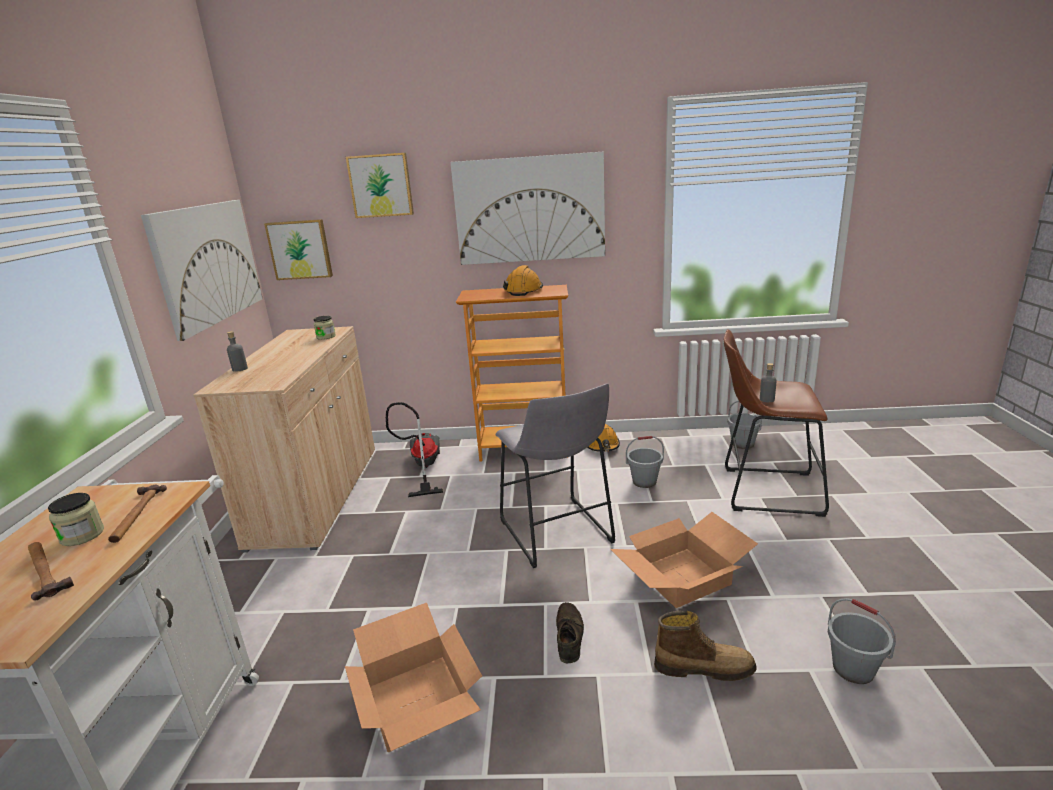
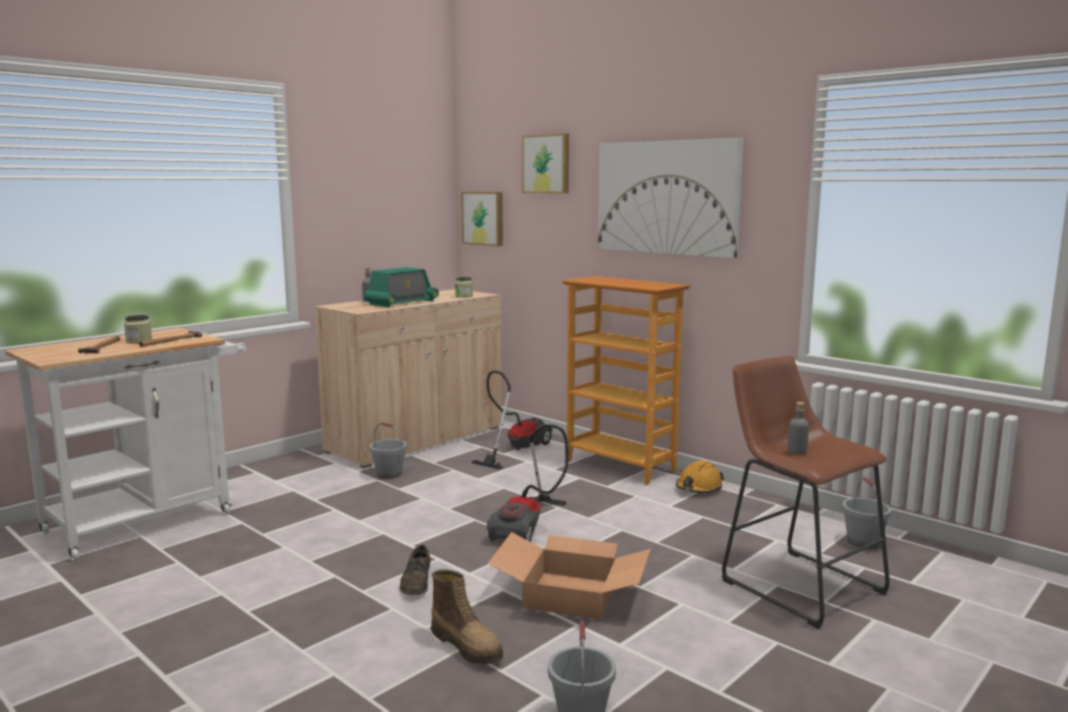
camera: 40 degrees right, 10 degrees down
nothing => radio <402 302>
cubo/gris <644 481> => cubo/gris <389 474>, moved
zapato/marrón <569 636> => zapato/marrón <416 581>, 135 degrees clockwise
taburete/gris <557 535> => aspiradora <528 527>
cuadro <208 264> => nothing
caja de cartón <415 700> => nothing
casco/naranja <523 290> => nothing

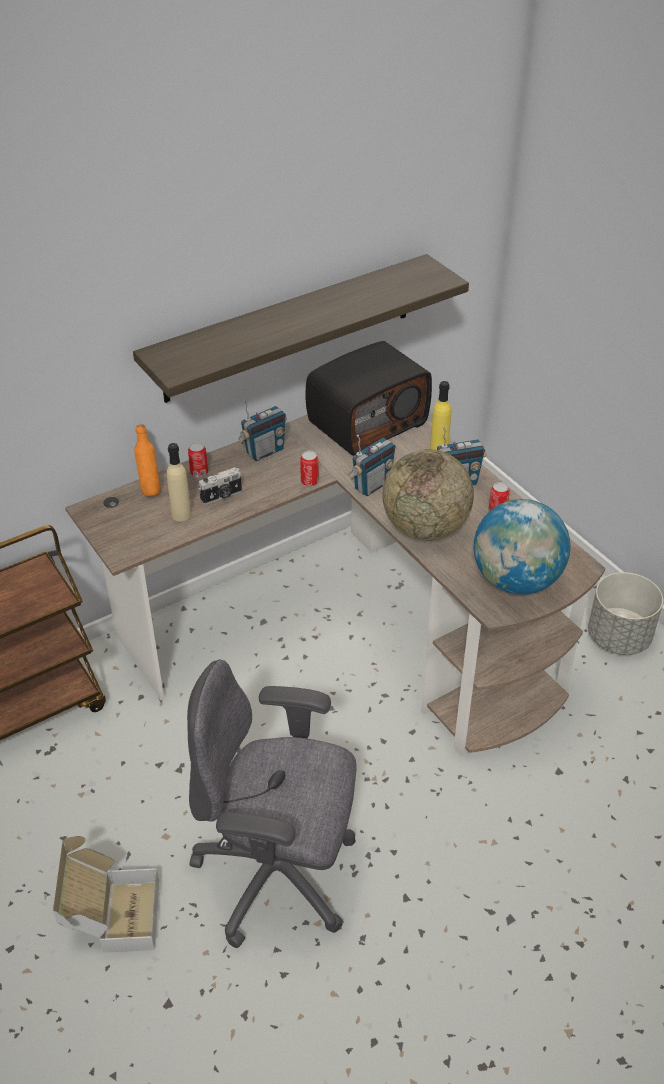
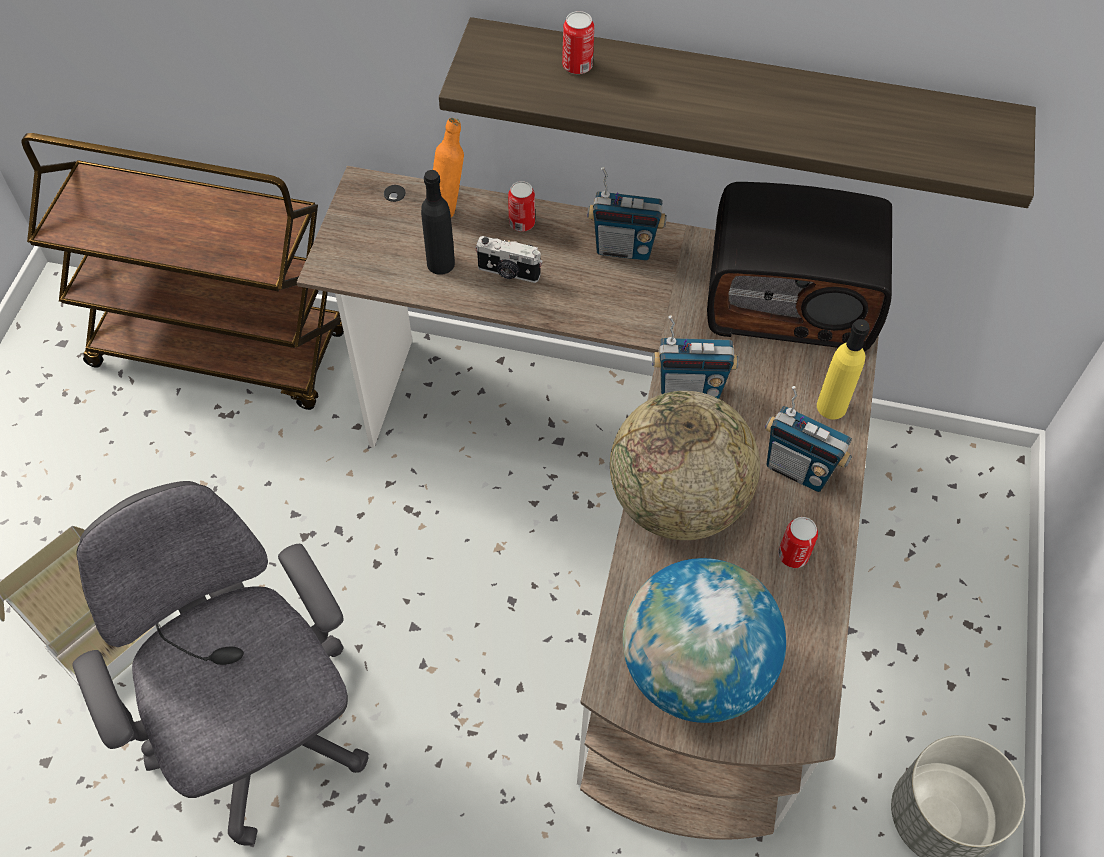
camera: 45 degrees right, 15 degrees up
botella/beis <181 515> => botella/negro <441 263>
lata <309 481> => lata <577 66>, moved

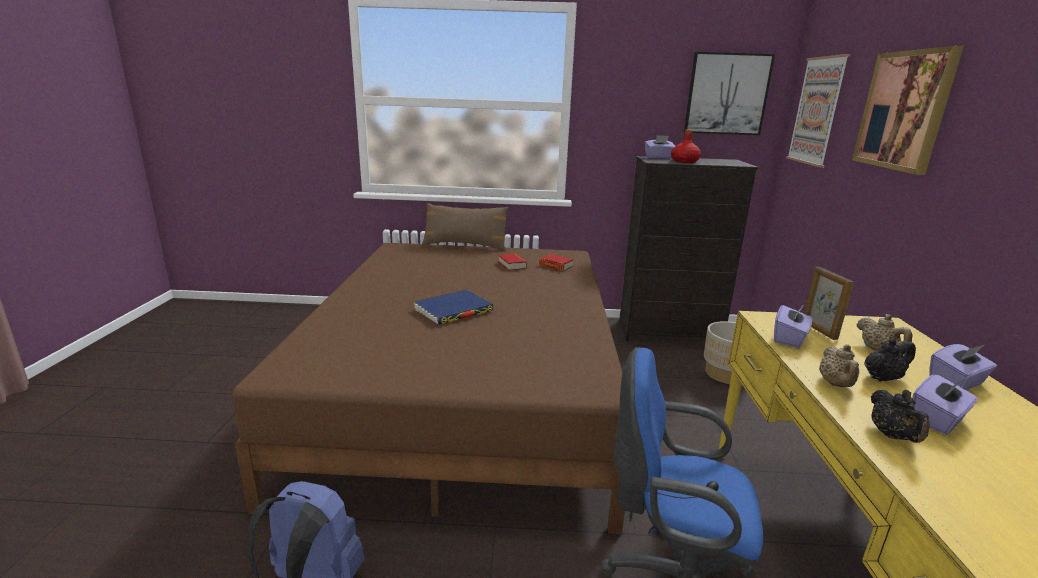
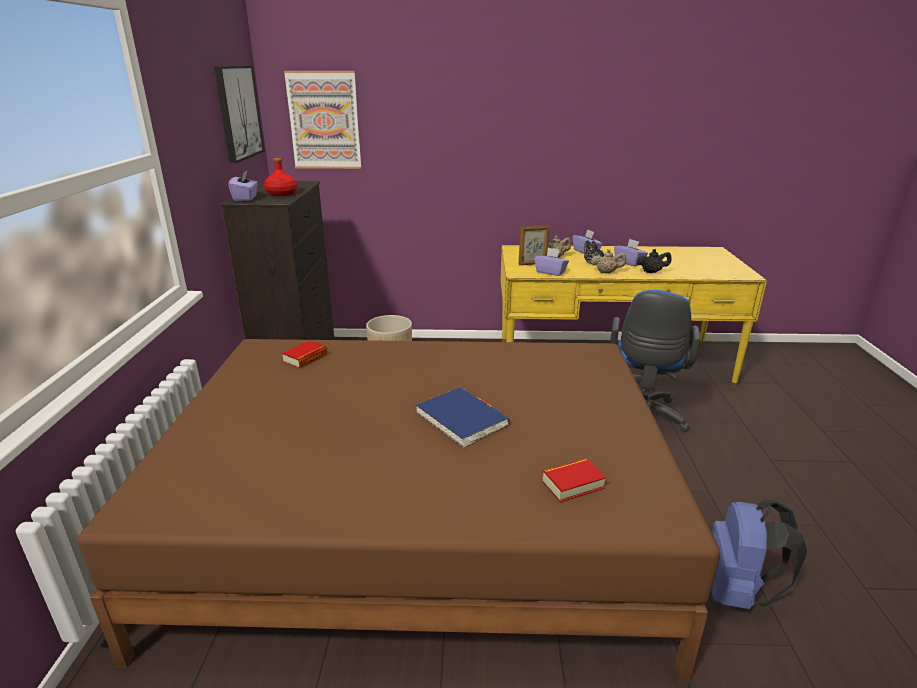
camera: 90 degrees left, 5 degrees up
libro <512 265> => libro <572 484>, moved
cojín/marrón <465 245> => nothing
cuadro <904 110> => nothing

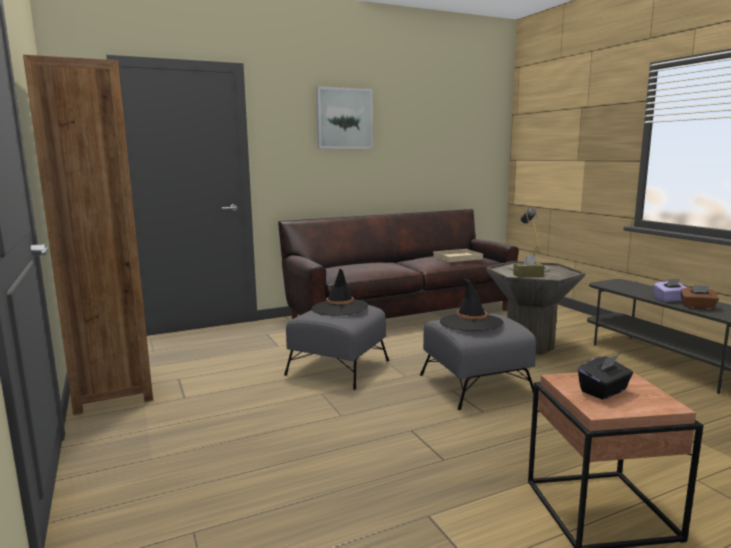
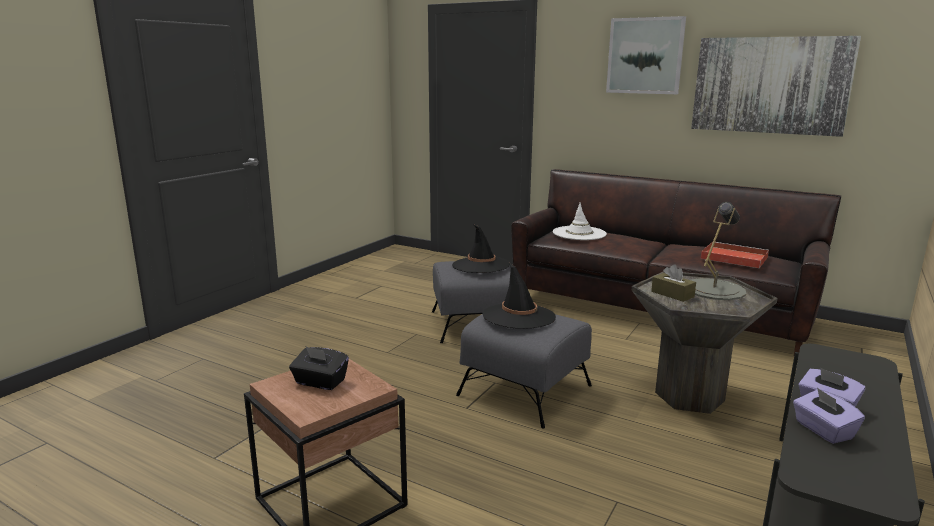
camera: 55 degrees right, 5 degrees up
nothing => sombrero/blanco <579 233>
nothing => cuadro <770 85>
bandeja/beis <457 258> => bandeja/rojo <732 257>
caja de pañuelos/marrón <697 307> => caja de pañuelos/morado <823 430>
estantería/marrón <113 390> => nothing

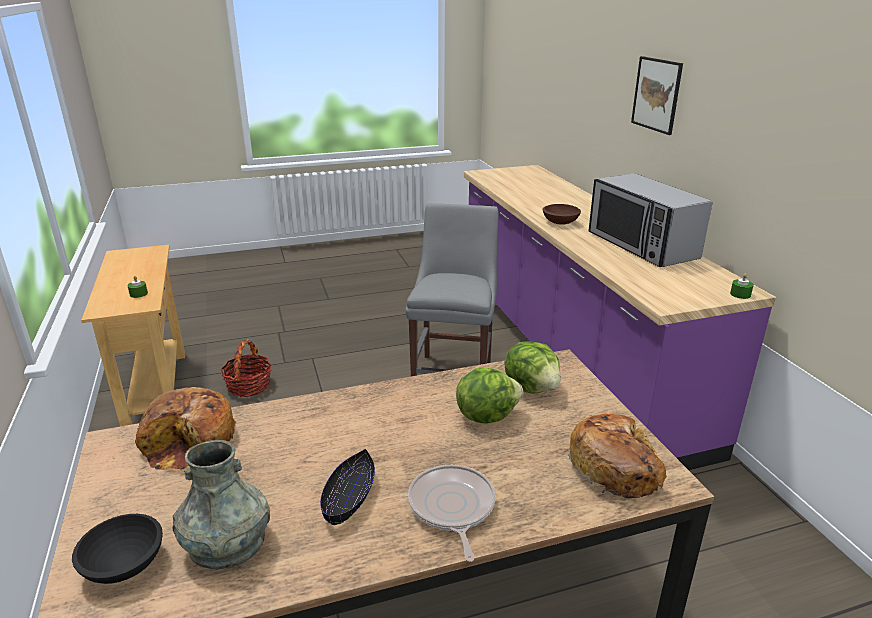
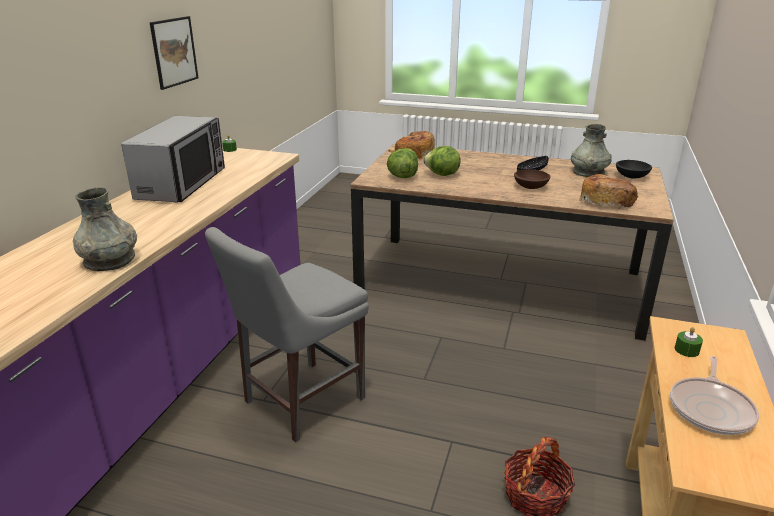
camera: 145 degrees left, 0 degrees up
nothing => florero/gris <110 260>
cuadro <656 94> => cuadro <174 52>, moved
cuenco/marrón <560 222> => cuenco/marrón <530 187>, moved
sartén <452 508> => sartén <711 408>, moved

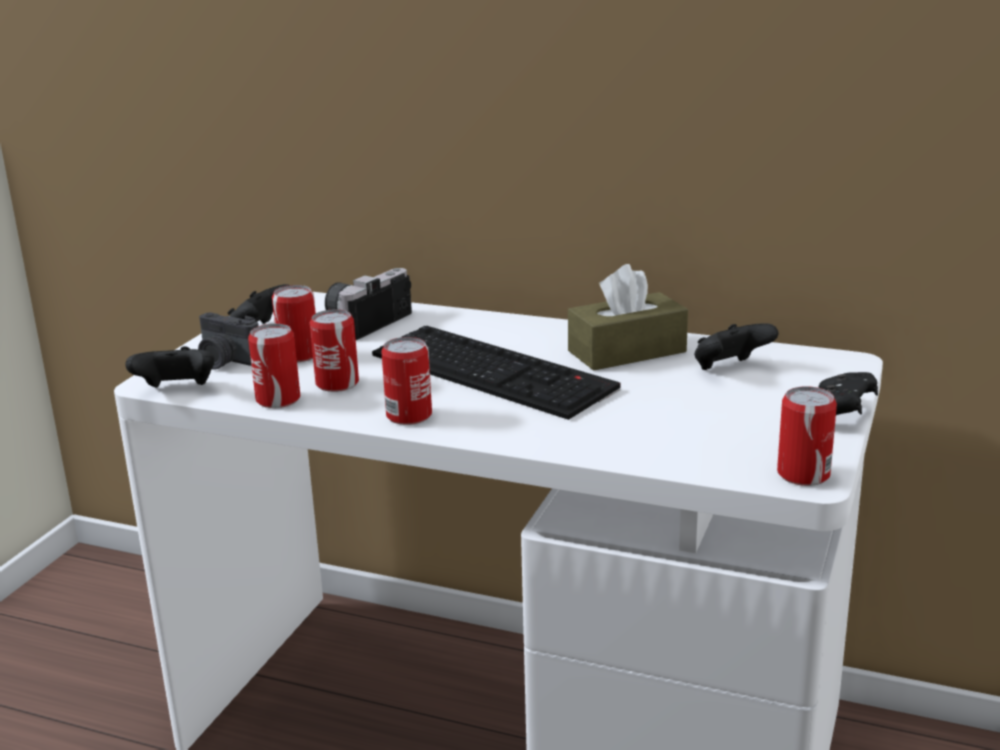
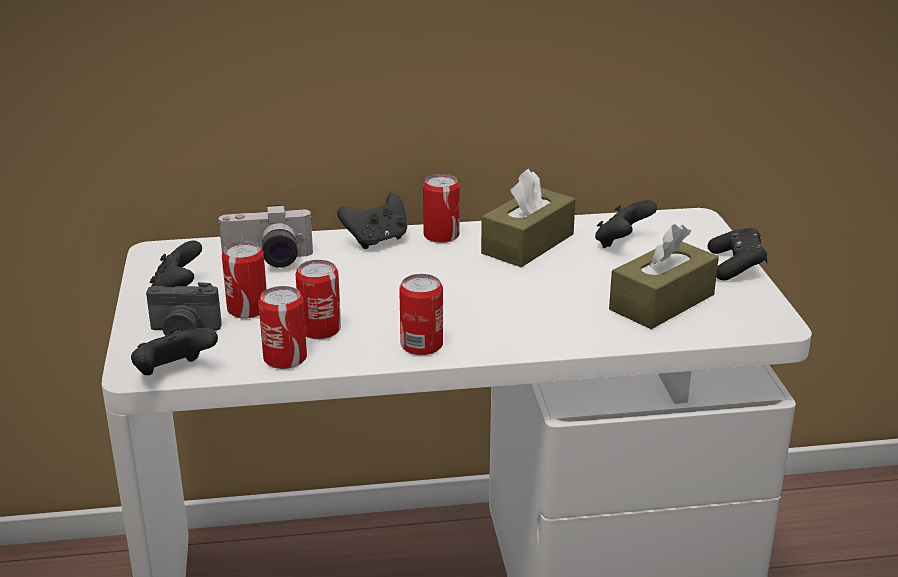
camera: 30 degrees left, 5 degrees up
cámara <366 321> => cámara <268 261>, 105 degrees counterclockwise
nothing => mando de consola/negro <377 240>
lata <803 474> => lata <441 235>, moved
nothing => caja de pañuelos/marrón <662 302>
teclado <496 371> => nothing

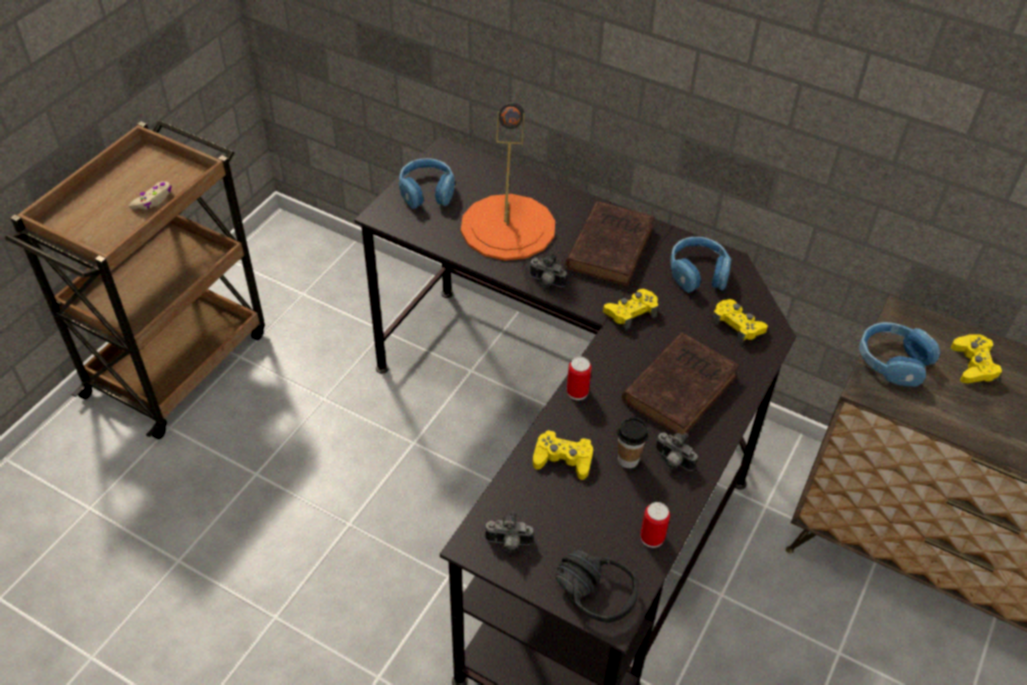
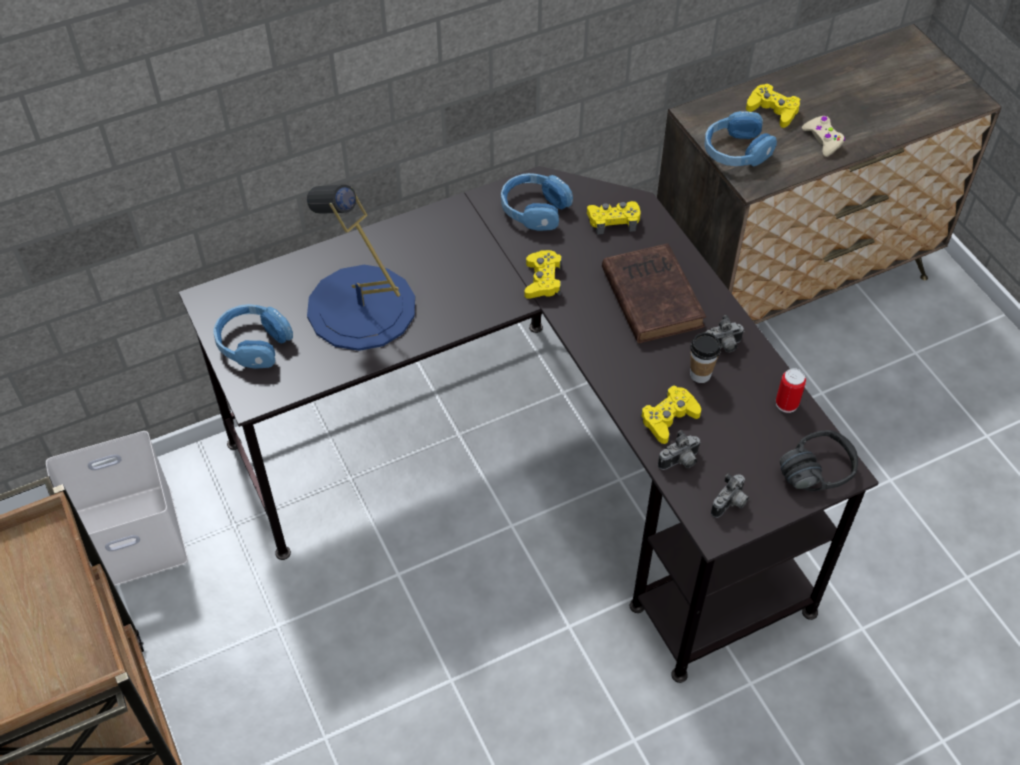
camera: 55 degrees left, 5 degrees up
nothing => caja de almacenaje/blanco <127 539>
lámpara de mesa/naranja <507 227> => lámpara de mesa/azul <361 308>
cámara <546 282> => cámara <680 462>, moved
mando de consola/beis <153 200> => mando de consola/beis <823 139>, moved
libro/marrón <611 246> => nothing
lata <577 392> => nothing

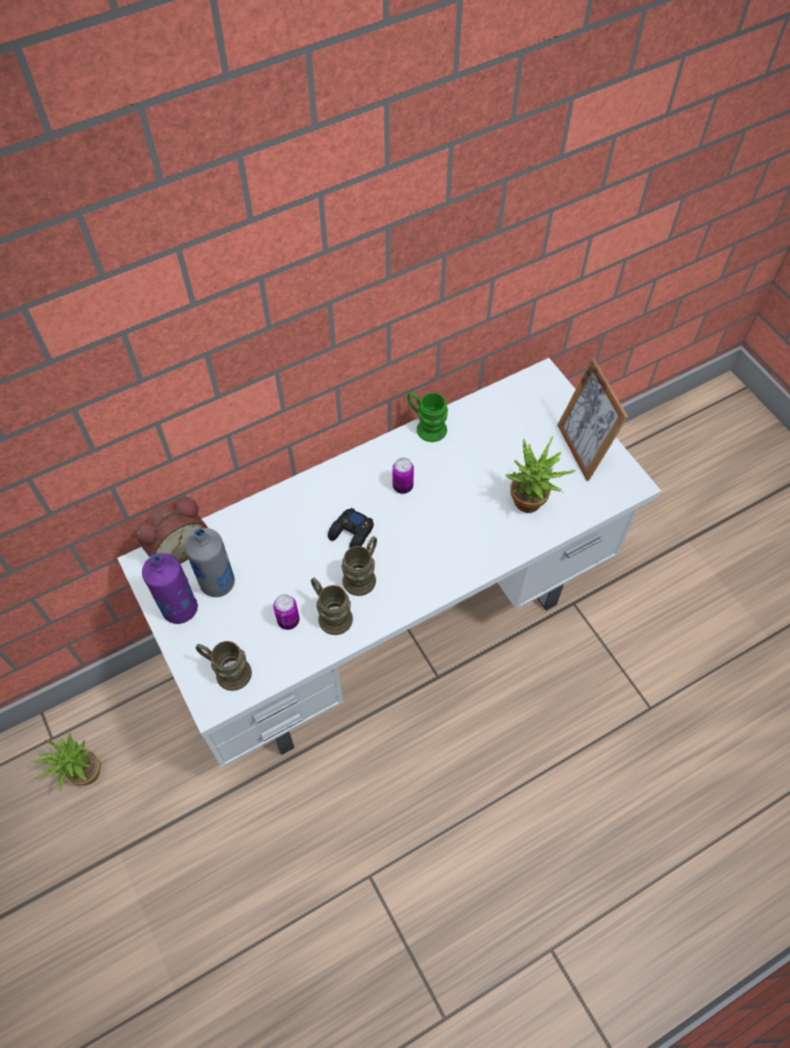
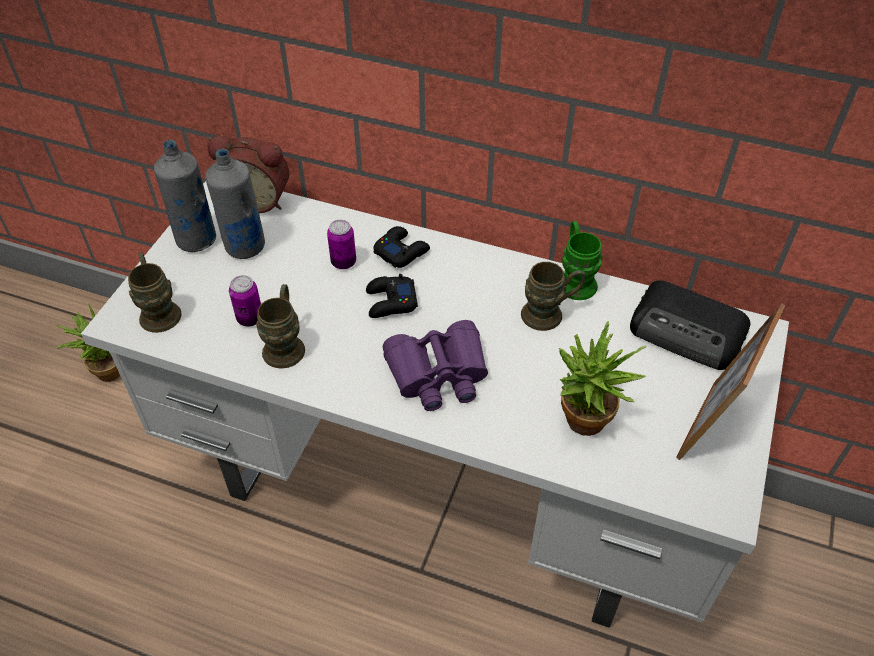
camera: 50 degrees right, 10 degrees down
botella/morado <179 608> => botella/gris <196 239>
lata <402 486> => lata <343 262>, moved
nothing => mando de consola/negro <401 251>
nothing => prismáticos/morado <438 374>
taza grande/marrón <363 575> => taza grande/marrón <550 314>, moved
nothing => radio <688 332>

